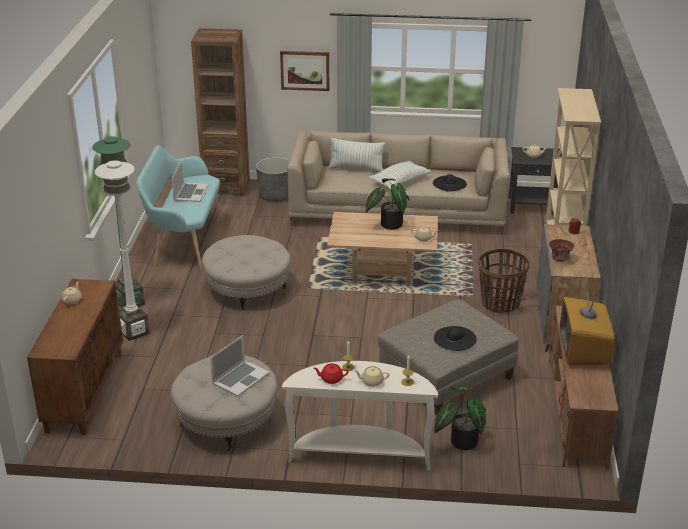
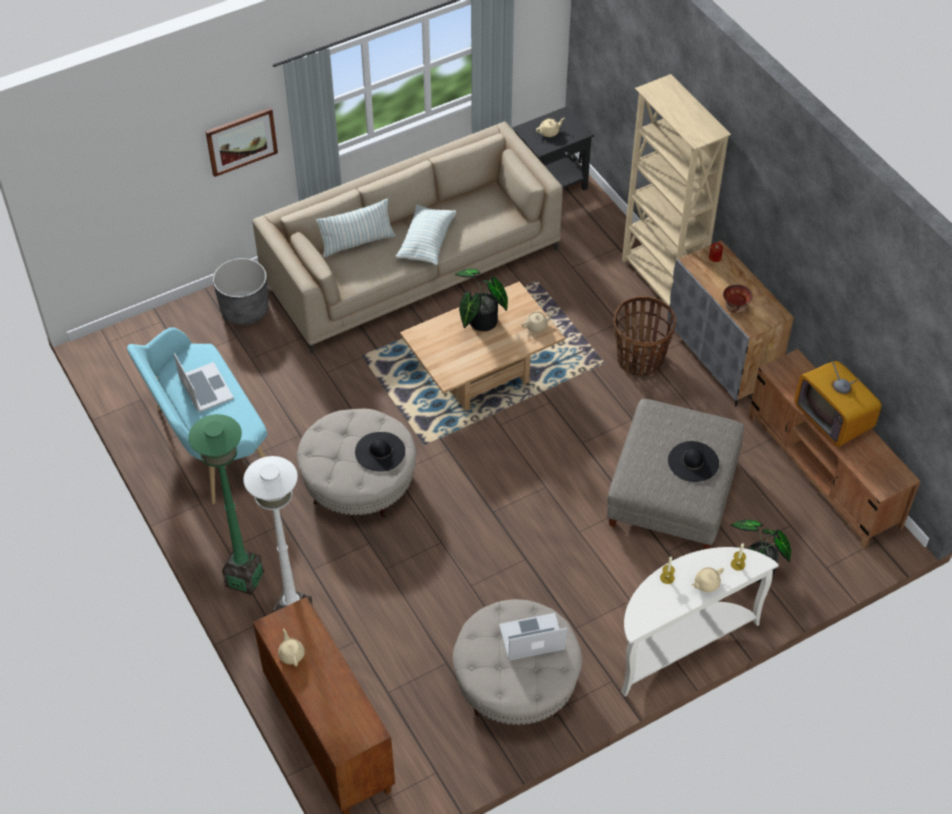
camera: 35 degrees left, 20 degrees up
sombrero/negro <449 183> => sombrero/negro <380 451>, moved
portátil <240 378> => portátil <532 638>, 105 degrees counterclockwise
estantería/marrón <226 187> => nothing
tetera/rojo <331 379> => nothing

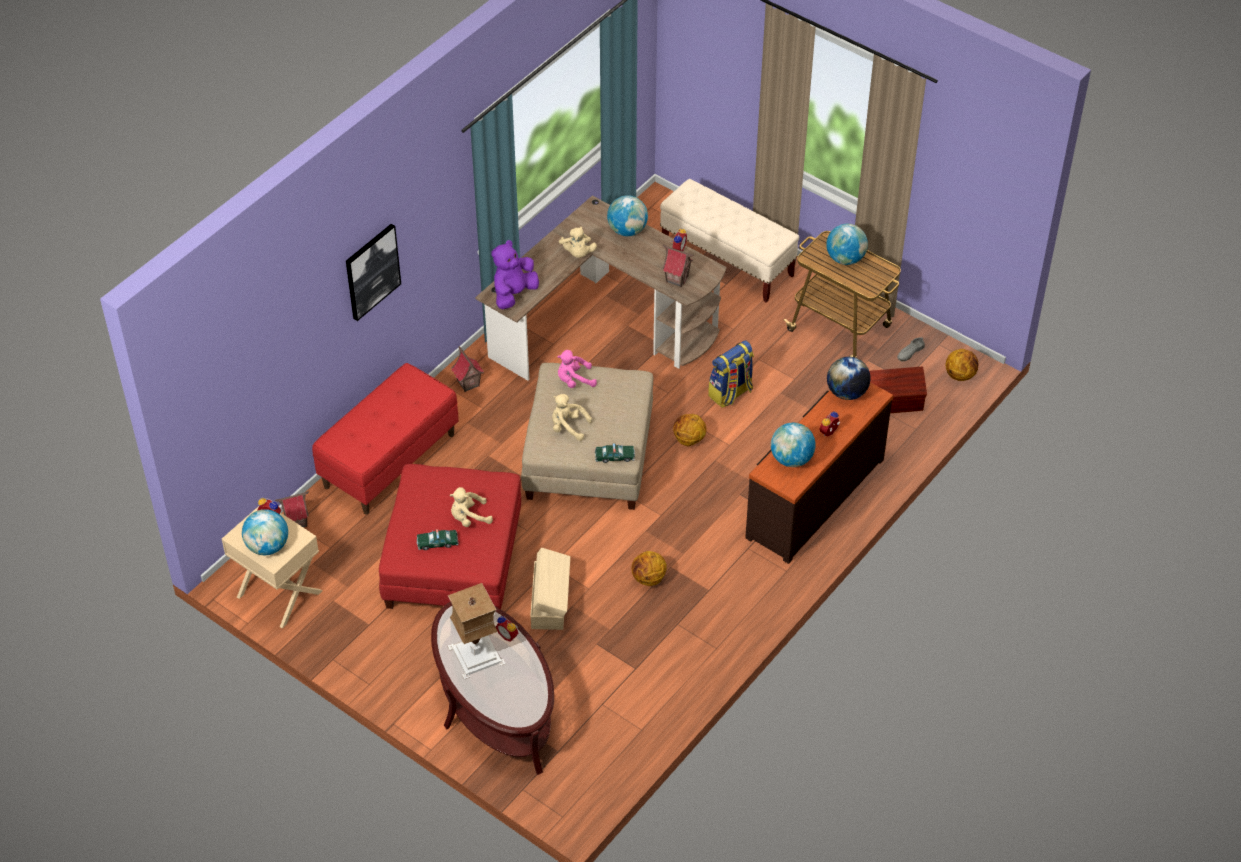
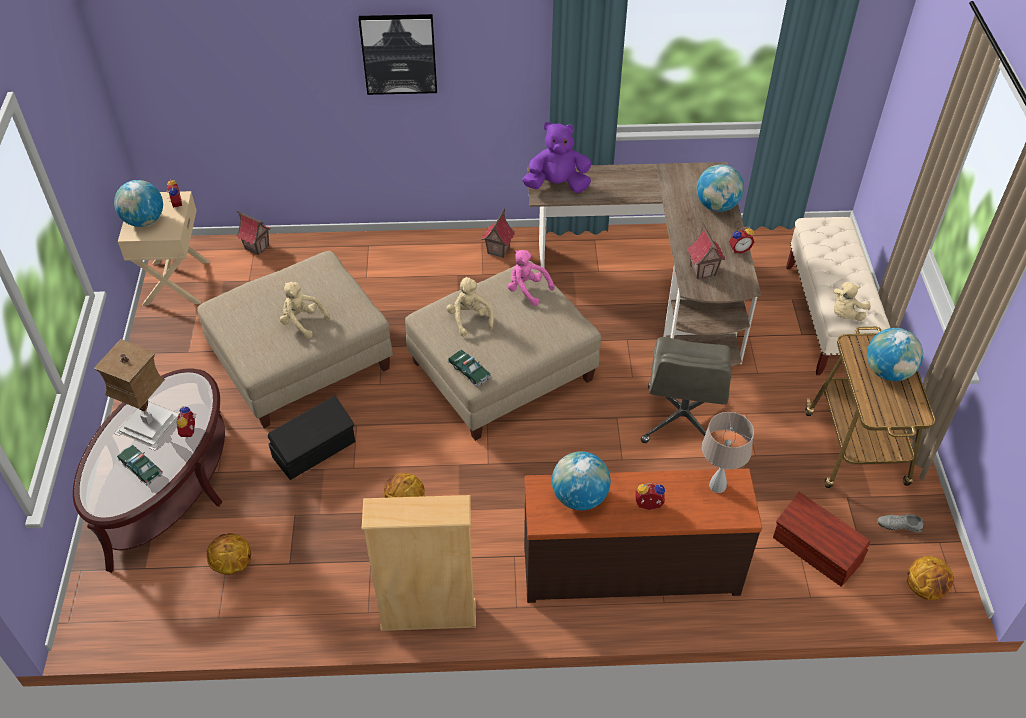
camera: 50 degrees right, 0 degrees up
coche de juguete <437 543> => coche de juguete <141 468>, moved
puf/rojo <453 561> => puf/beis <301 360>
balón de baloncesto <688 440> => balón de baloncesto <232 565>, moved
caja de almacenaje/beis <550 601> => caja de almacenaje/negro <315 450>
nothing => estantería/beis <428 615>
mochila <730 393> => silla de oficina/gris <682 420>
globo terráqueo <847 393> => lámpara de mesa/beis <717 486>
peluche/beis <578 253> => peluche/beis <845 314>, moved
banco/rojo <389 460> => nothing

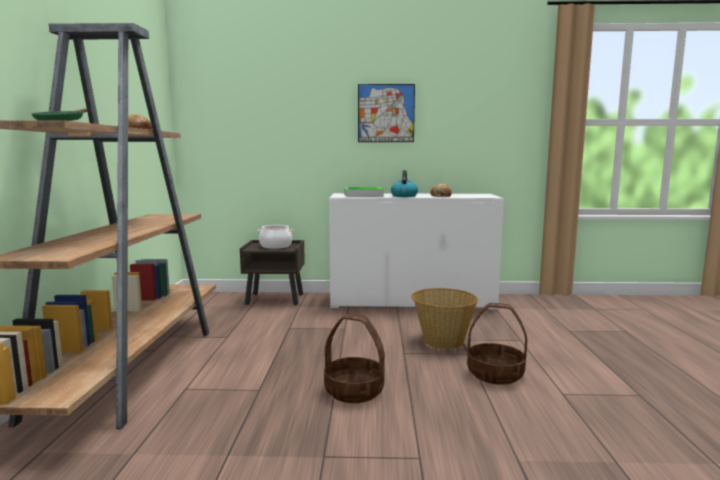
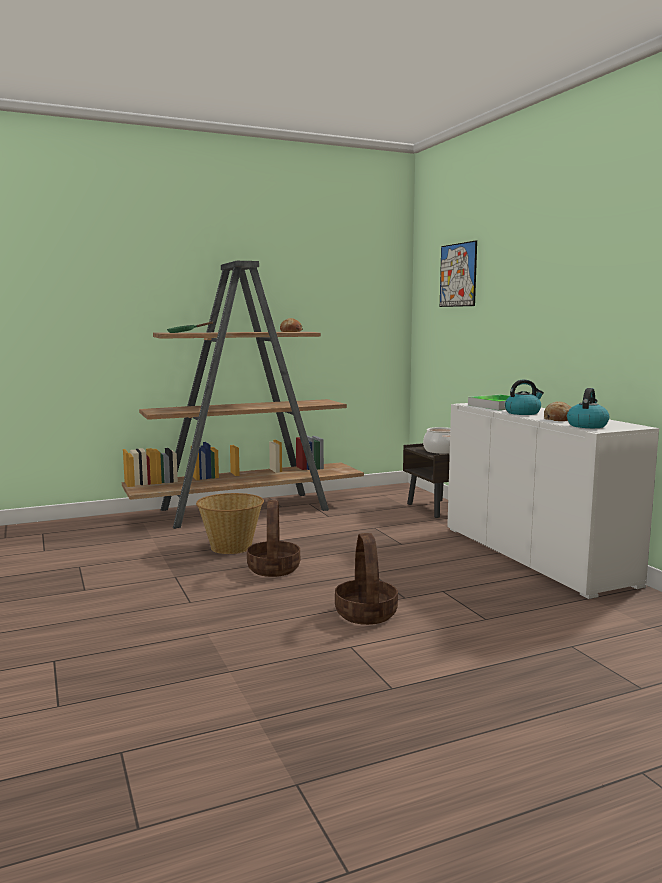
camera: 65 degrees right, 0 degrees up
cesta <442 341> => cesta <231 547>, moved
cuadro <386 113> => cuadro <458 275>, moved
nothing => hervidor <587 425>

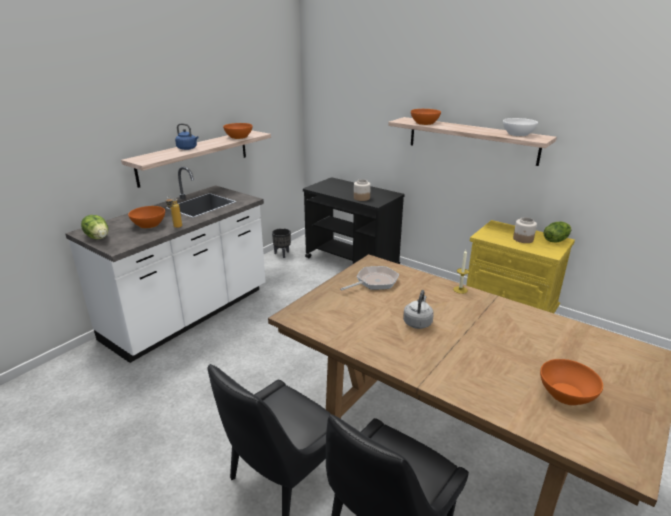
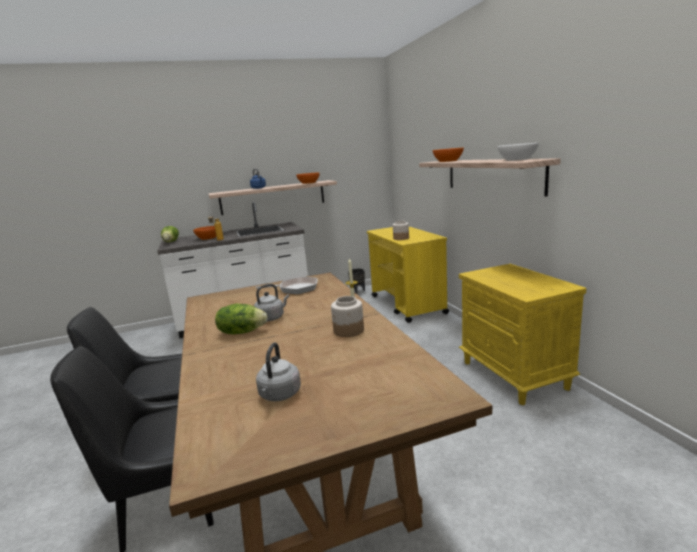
camera: 35 degrees right, 10 degrees down
lechuga <555 240> => lechuga <242 332>, moved
cuenco/naranja <566 394> => hervidor/gris <279 395>
tarro <523 239> => tarro <348 331>, moved
carrito/negro <352 262> => carrito/amarillo <407 305>

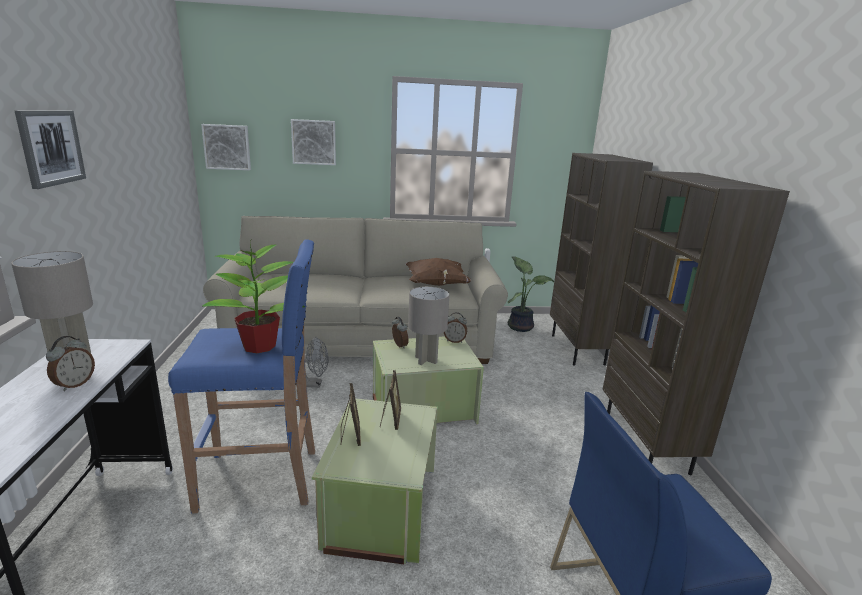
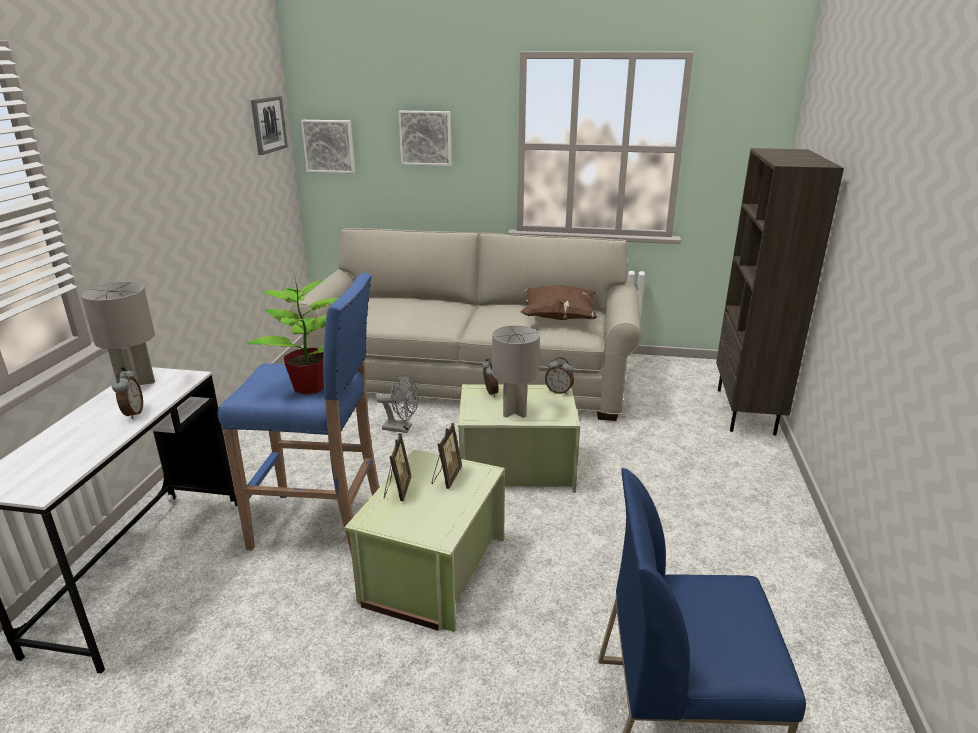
camera: 15 degrees right, 5 degrees up
despertador <74 384> => despertador <132 413>, 45 degrees counterclockwise
cuadro <50 147> => cuadro <268 124>, moved
planta en maceta <520 326> => nothing
estantería/marrón <647 444> => nothing

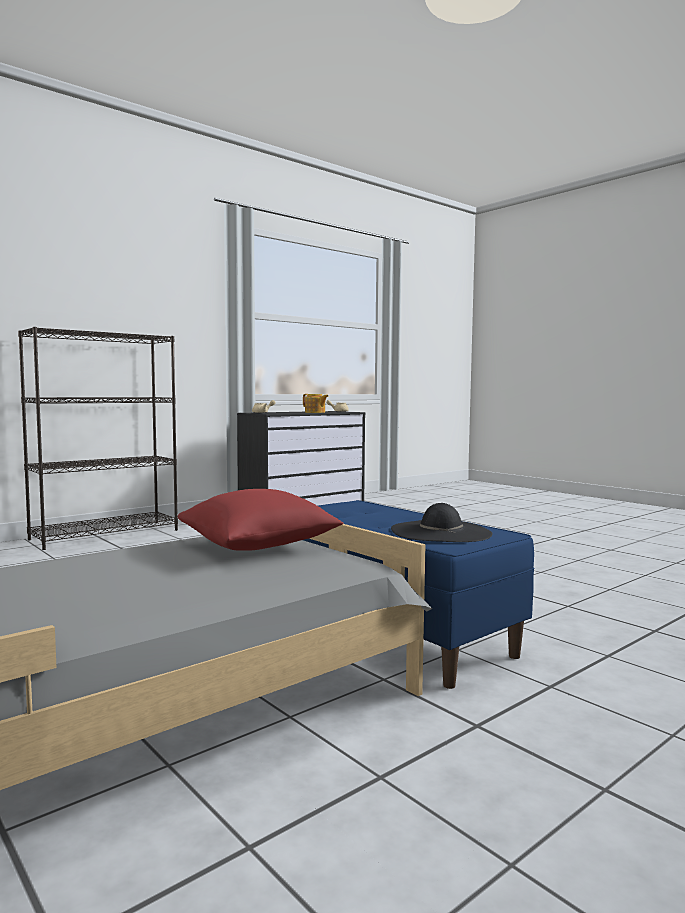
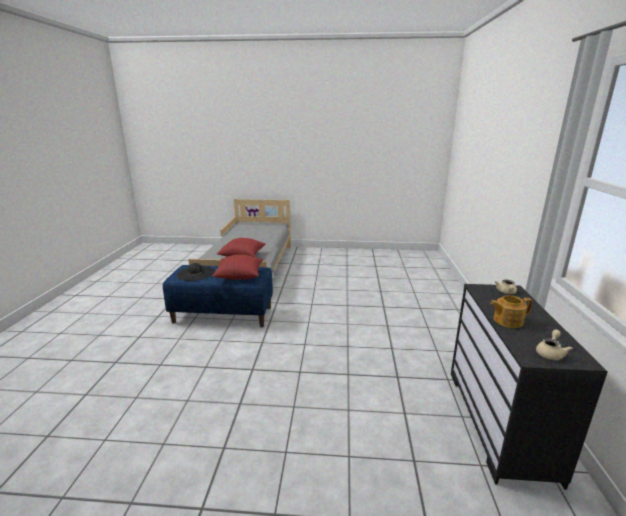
camera: 135 degrees right, 15 degrees up
nothing => cojín/rojo <239 276>
estantería/negro <106 534> => nothing

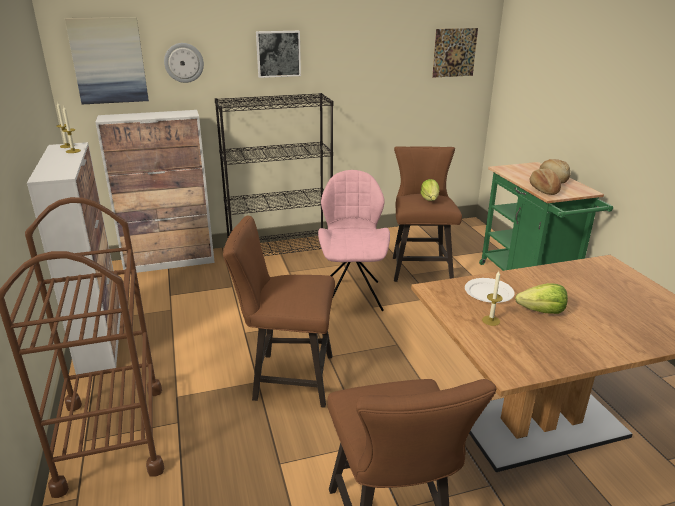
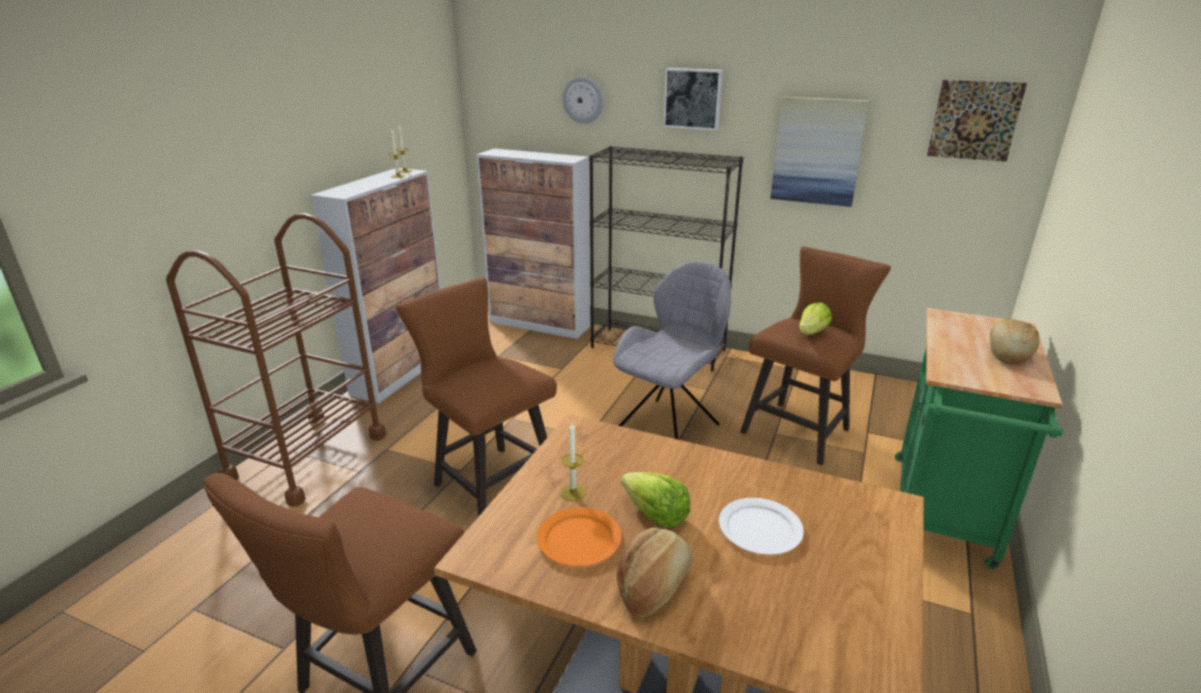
camera: 40 degrees right, 0 degrees up
nothing => plato/naranja <578 539>
silla/rosa <352 295> => silla/gris <669 427>
pan <543 189> => pan <654 585>, moved
plato/blanco <488 292> => plato/blanco <760 528>, moved
cuadro <108 60> => cuadro <818 151>, moved

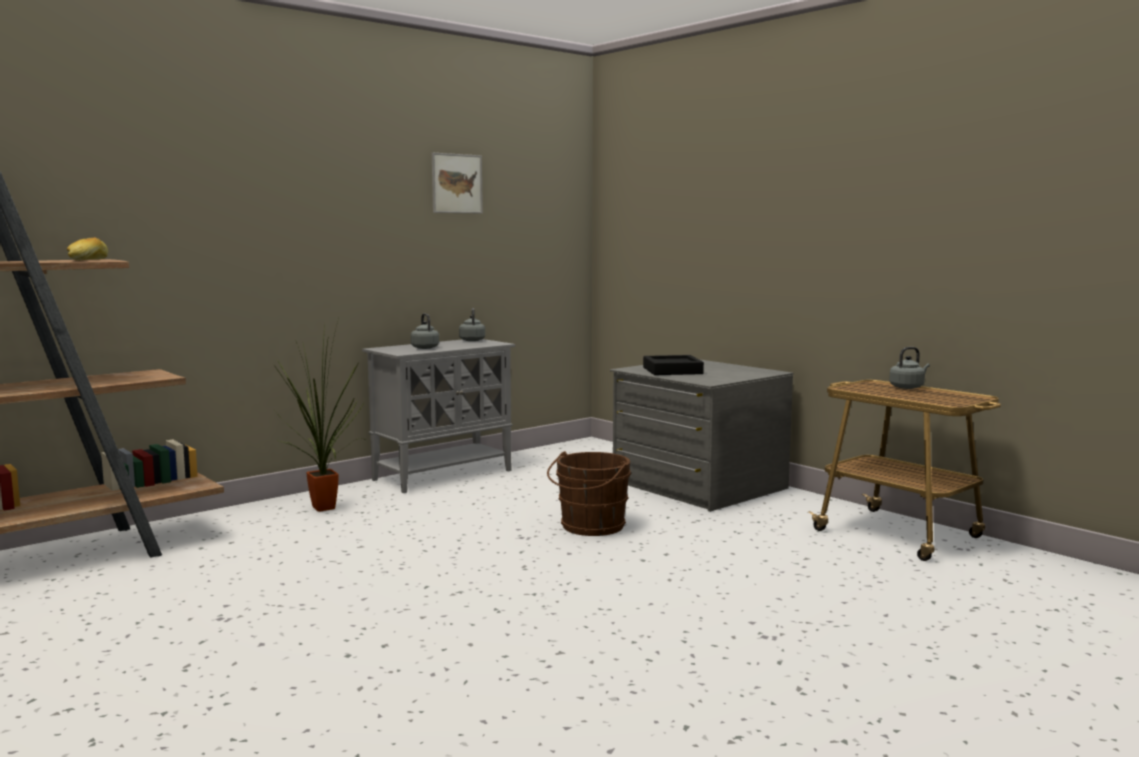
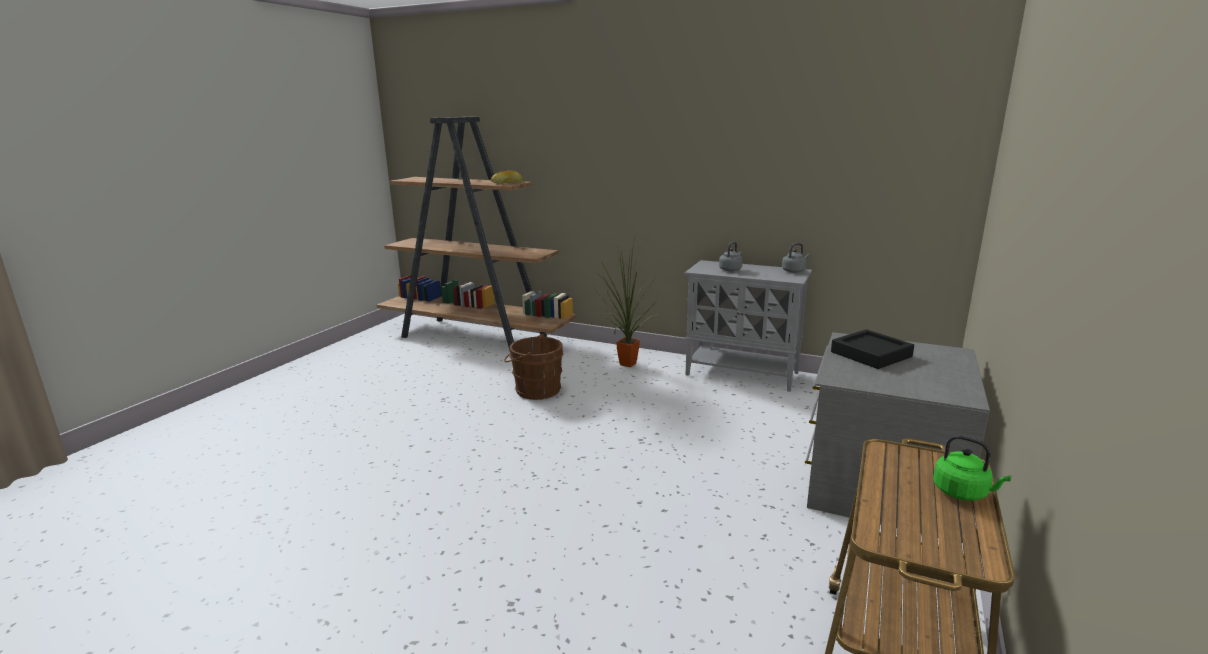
camera: 65 degrees right, 10 degrees up
cubo/marrón <590 527> => cubo/marrón <535 390>, moved
hervidor/gris <908 387> => hervidor/verde <963 493>
cuadro <456 183> => nothing

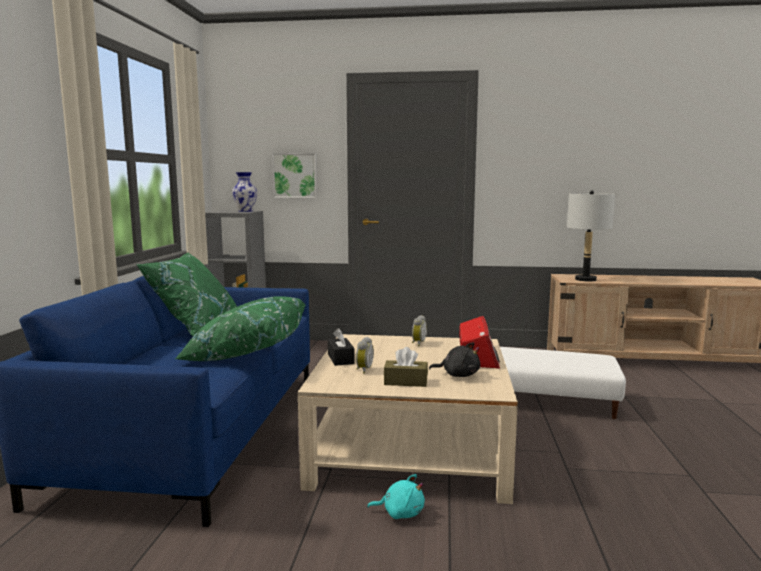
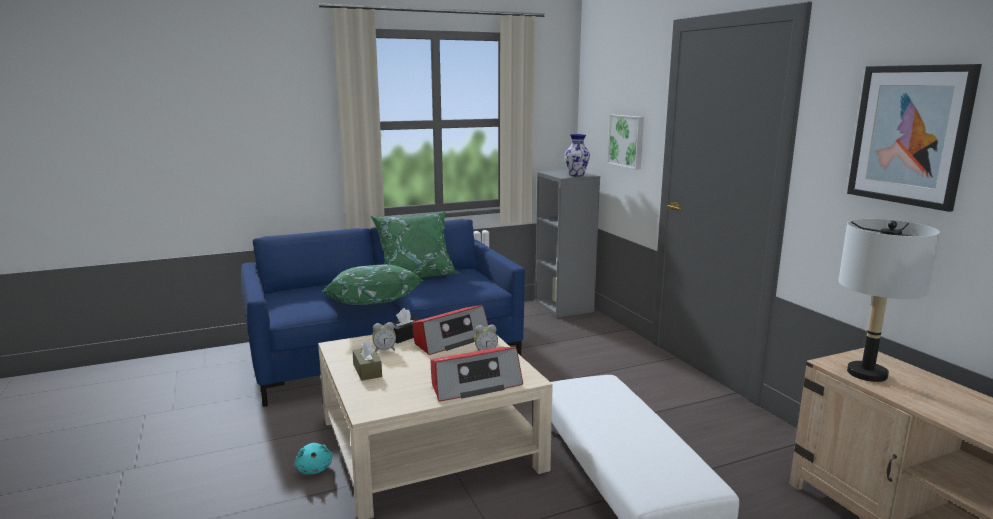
camera: 60 degrees right, 5 degrees up
nothing => radio <451 340>
nothing => cuadro <909 135>
peluche/negro <458 375> => nothing

